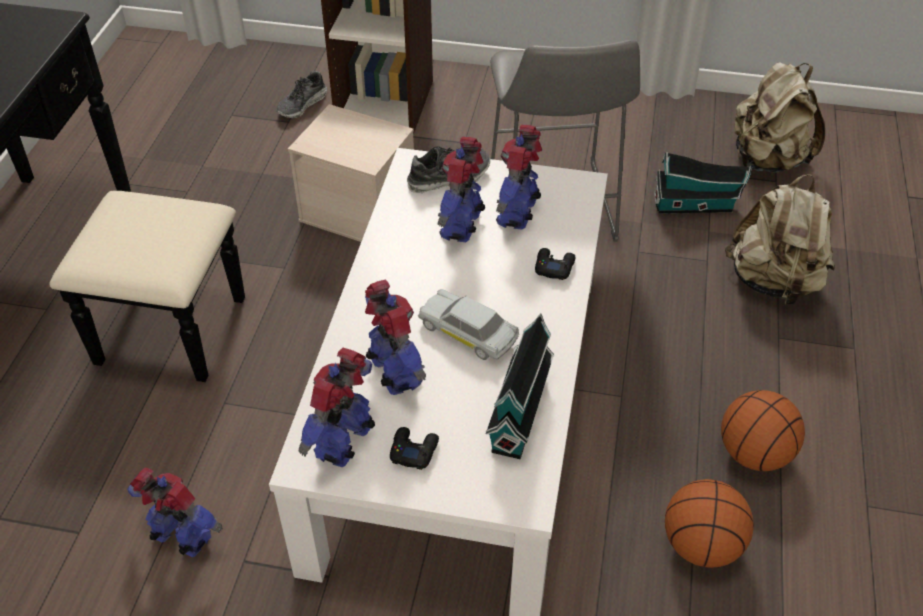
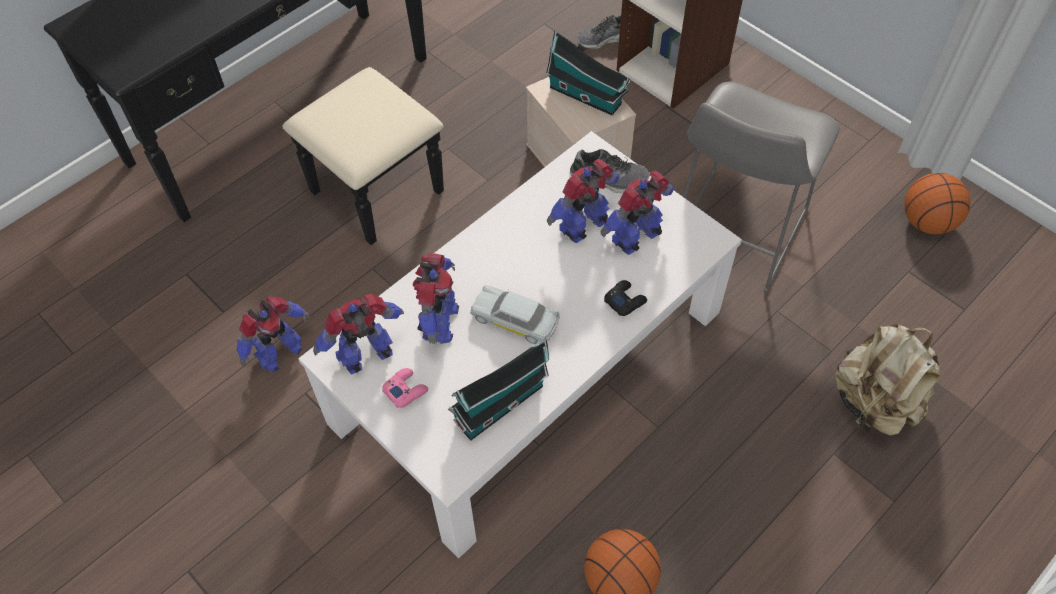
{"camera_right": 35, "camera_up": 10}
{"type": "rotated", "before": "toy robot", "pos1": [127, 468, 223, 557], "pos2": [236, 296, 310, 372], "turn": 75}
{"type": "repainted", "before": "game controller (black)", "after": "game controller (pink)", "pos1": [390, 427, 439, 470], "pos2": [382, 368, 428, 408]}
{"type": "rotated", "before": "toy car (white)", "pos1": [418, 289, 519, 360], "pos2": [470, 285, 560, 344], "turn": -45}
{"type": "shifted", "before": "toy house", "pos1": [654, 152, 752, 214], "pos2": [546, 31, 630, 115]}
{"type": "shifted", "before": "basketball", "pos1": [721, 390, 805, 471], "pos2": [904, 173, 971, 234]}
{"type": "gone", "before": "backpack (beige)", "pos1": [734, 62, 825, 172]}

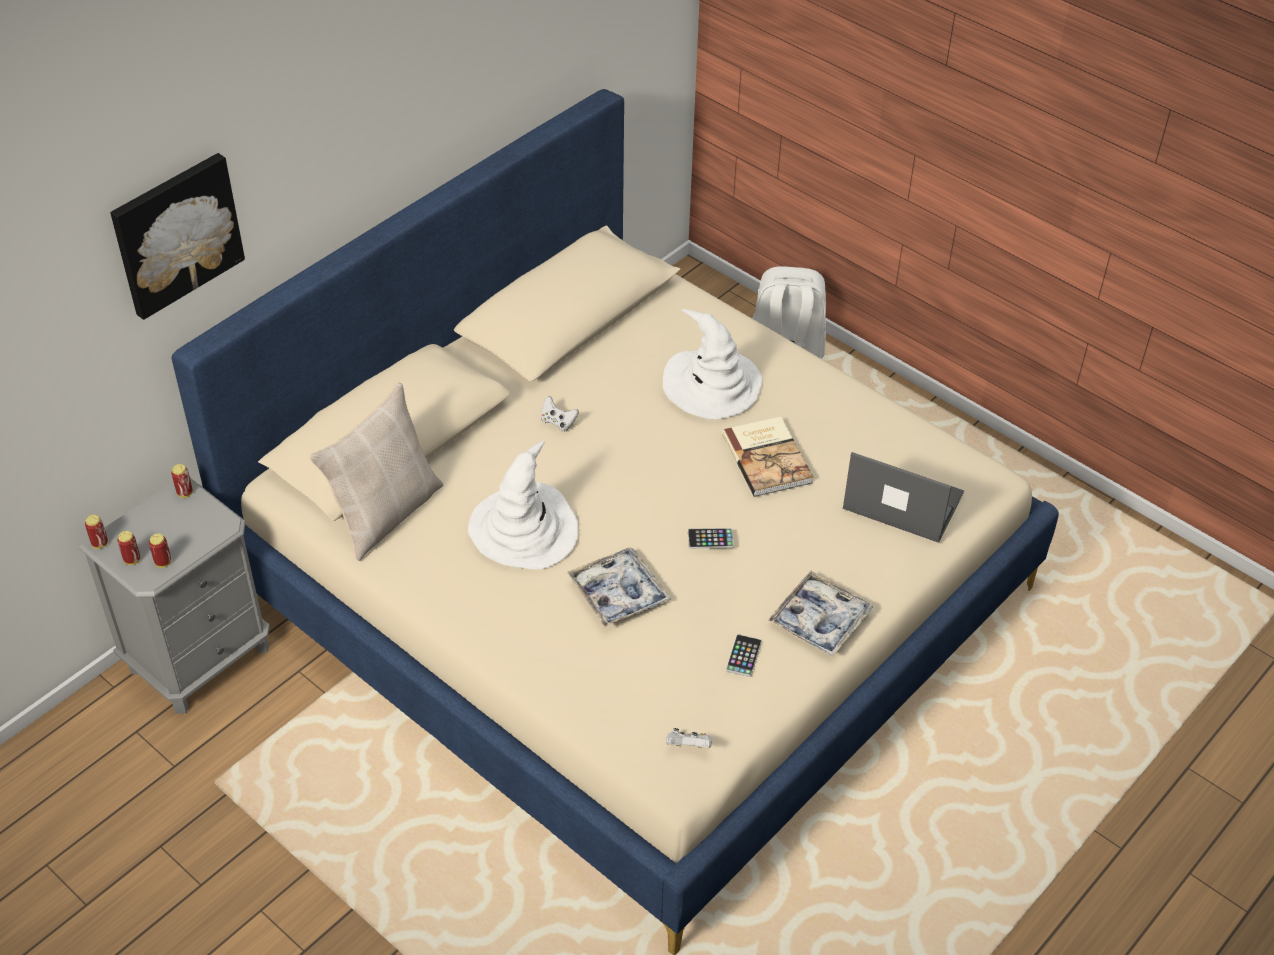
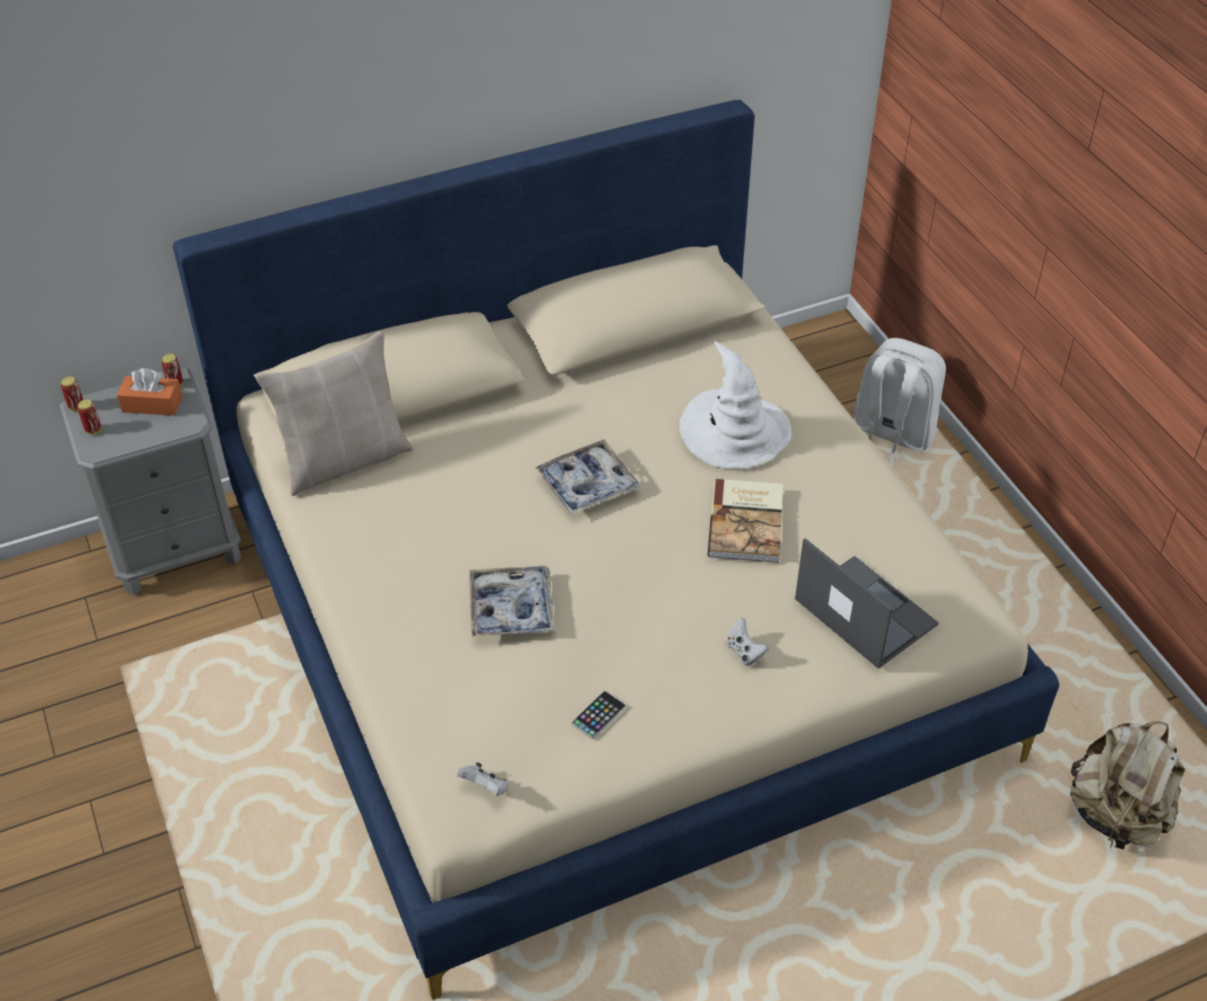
{"camera_right": 25, "camera_up": 0}
{"type": "gone", "before": "picture", "pos1": [110, 153, 245, 320]}
{"type": "gone", "before": "can", "pos1": [149, 534, 172, 567]}
{"type": "gone", "before": "hat (white)", "pos1": [468, 441, 579, 569]}
{"type": "shifted", "before": "game controller (white)", "pos1": [541, 396, 579, 432], "pos2": [726, 618, 769, 666]}
{"type": "gone", "before": "phone", "pos1": [688, 528, 734, 549]}
{"type": "shifted", "before": "tray", "pos1": [768, 571, 873, 656], "pos2": [535, 439, 641, 515]}
{"type": "new", "after": "tissue box (orange)", "pos2": [117, 368, 182, 416]}
{"type": "new", "after": "backpack (beige)", "pos2": [1070, 721, 1185, 849]}

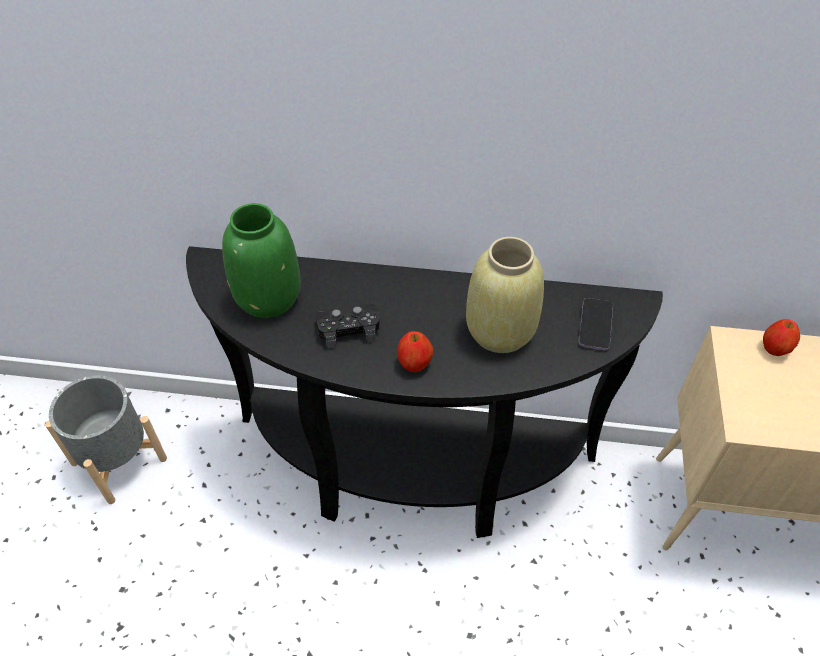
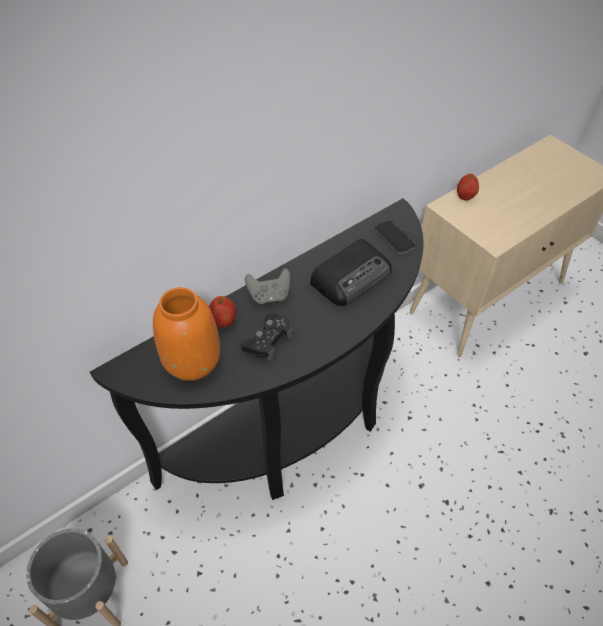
{"camera_right": -45, "camera_up": 0}
{"type": "repainted", "before": "vase (green)", "after": "vase (orange)", "pos1": [222, 203, 301, 318], "pos2": [153, 287, 220, 381]}
{"type": "shifted", "before": "apple", "pos1": [397, 331, 434, 372], "pos2": [209, 296, 236, 328]}
{"type": "swapped", "before": "vase (beige)", "after": "radio", "pos1": [466, 237, 544, 353], "pos2": [310, 239, 392, 306]}
{"type": "new", "after": "game controller (grey)", "pos2": [245, 268, 290, 304]}

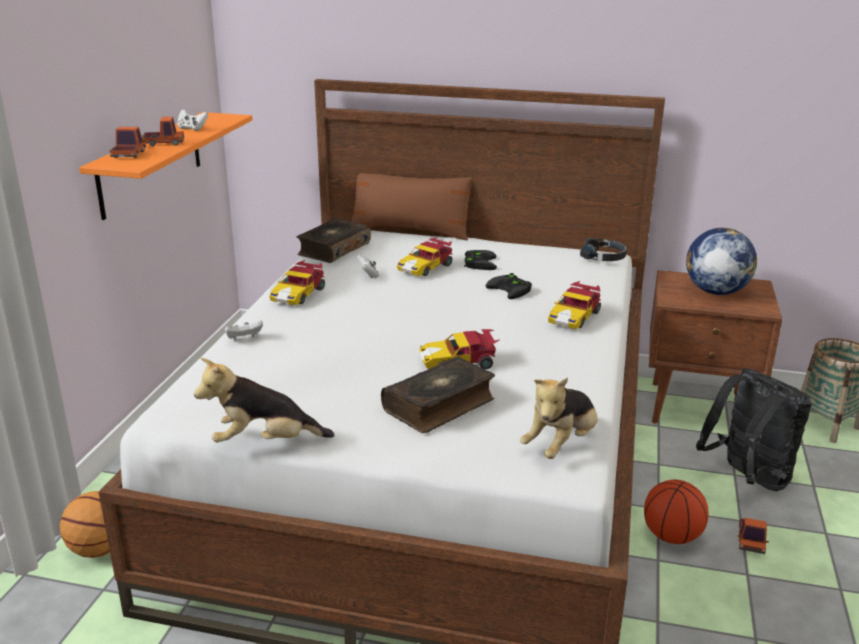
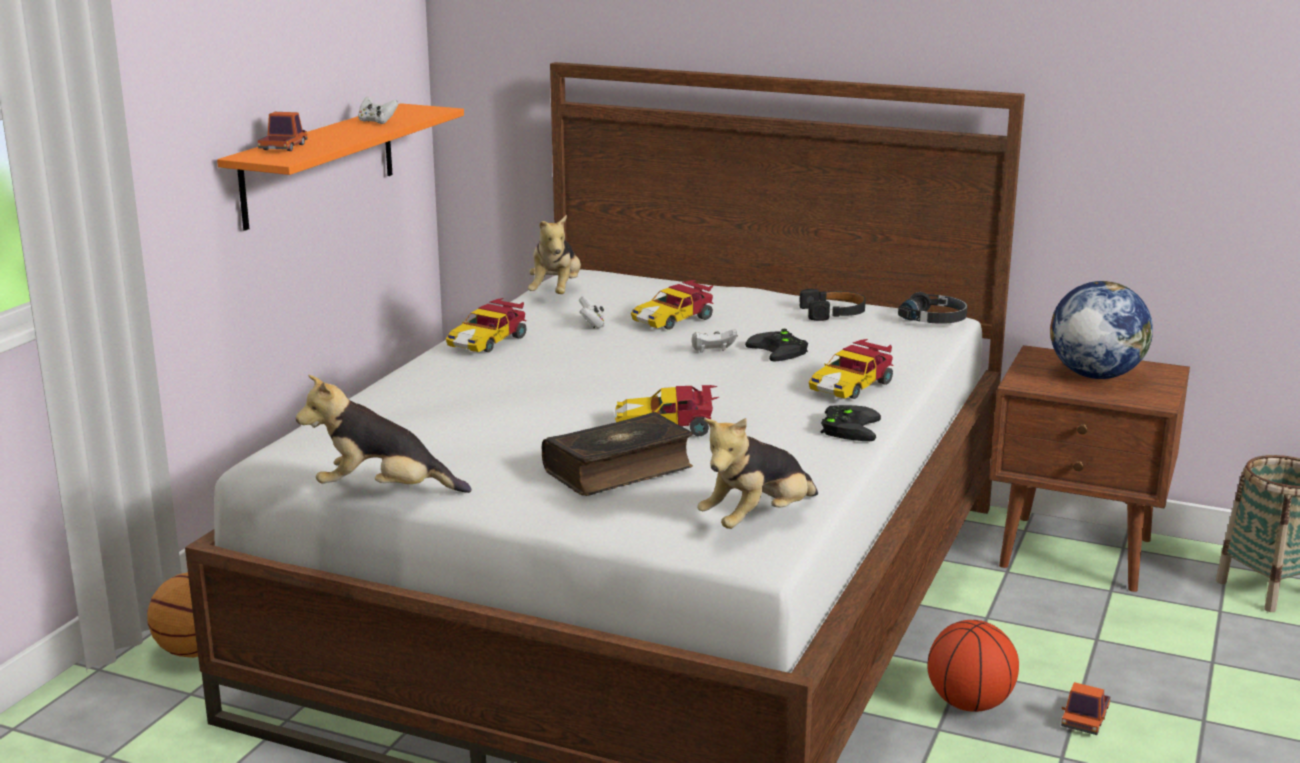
{"camera_right": 10, "camera_up": -5}
{"type": "gone", "before": "toy truck", "pos1": [142, 117, 184, 146]}
{"type": "shifted", "before": "game controller (white)", "pos1": [225, 320, 263, 340], "pos2": [691, 329, 738, 352]}
{"type": "swapped", "before": "book", "after": "plush toy", "pos1": [296, 218, 371, 263], "pos2": [528, 215, 581, 294]}
{"type": "gone", "before": "pillow (brown)", "pos1": [351, 173, 473, 240]}
{"type": "shifted", "before": "game controller (black)", "pos1": [464, 250, 497, 270], "pos2": [821, 405, 881, 441]}
{"type": "gone", "before": "backpack (black)", "pos1": [696, 368, 812, 491]}
{"type": "new", "after": "headphones (black)", "pos2": [800, 289, 866, 321]}

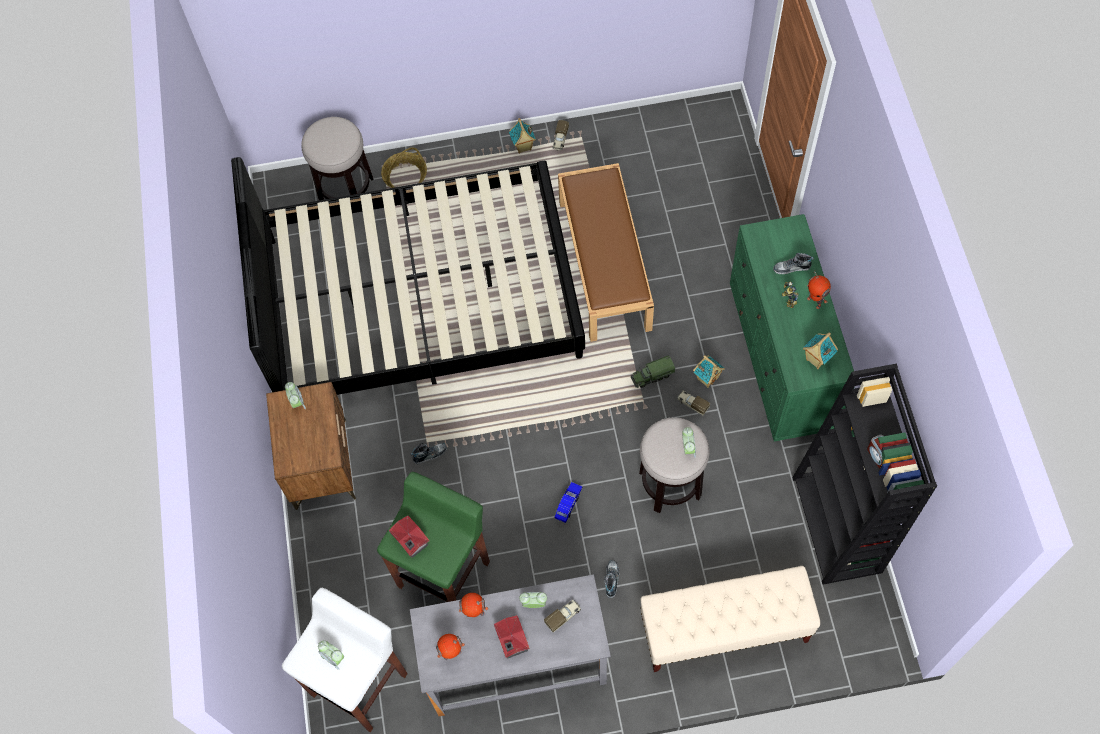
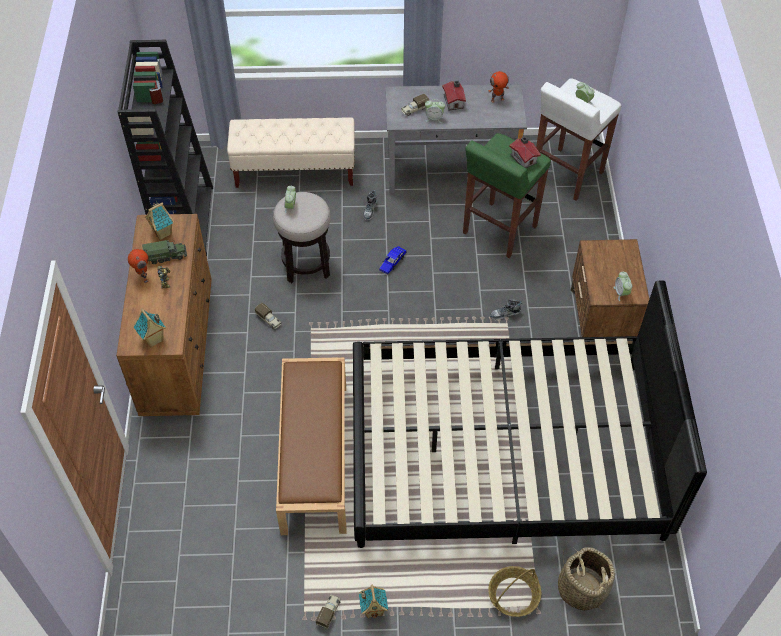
{"camera_right": -175, "camera_up": -10}
{"type": "swapped", "before": "stool", "after": "basket", "pos1": [301, 117, 374, 200], "pos2": [558, 546, 615, 611]}
{"type": "gone", "before": "toy robot", "pos1": [459, 593, 489, 617]}
{"type": "shifted", "before": "toy truck", "pos1": [631, 355, 675, 388], "pos2": [142, 240, 187, 264]}
{"type": "shifted", "before": "toy house", "pos1": [693, 355, 725, 388], "pos2": [134, 308, 166, 348]}
{"type": "repainted", "before": "dresser (green)", "after": "dresser (brown)", "pos1": [730, 214, 855, 441], "pos2": [116, 214, 212, 416]}
{"type": "gone", "before": "shoe", "pos1": [773, 253, 814, 274]}

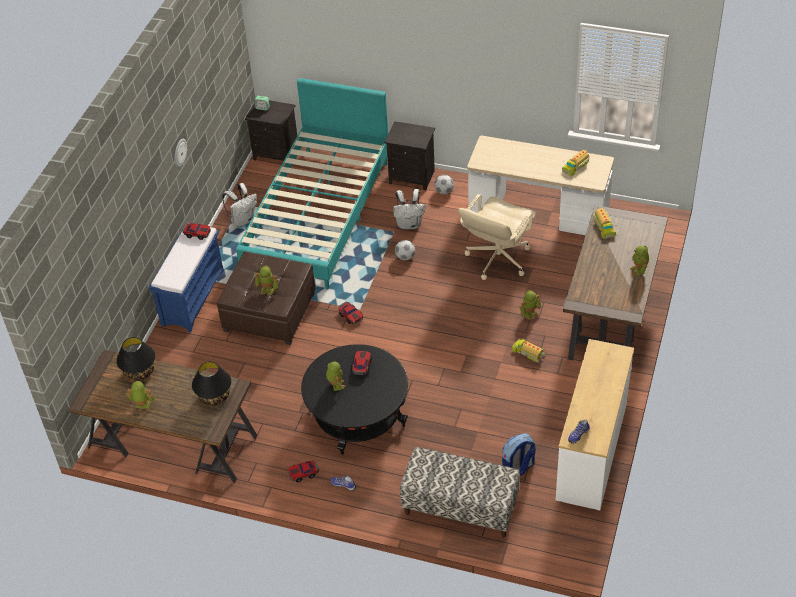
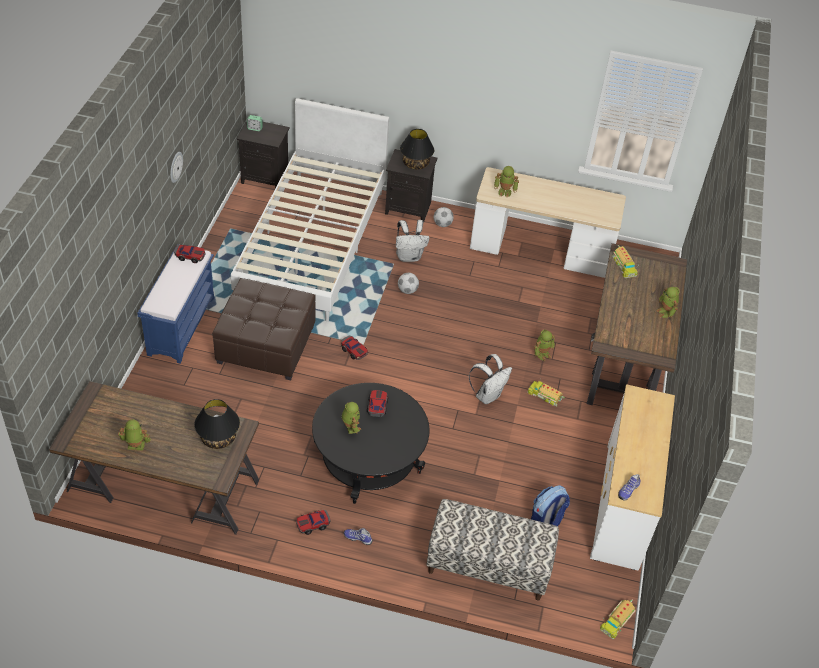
{"camera_right": -10, "camera_up": 0}
{"type": "shifted", "before": "table lamp (black)", "pos1": [116, 337, 155, 381], "pos2": [400, 129, 434, 170]}
{"type": "shifted", "before": "backpack (white)", "pos1": [222, 183, 257, 227], "pos2": [469, 354, 512, 404]}
{"type": "repainted", "before": "bed (turquoise)", "after": "bed (white)", "pos1": [236, 78, 388, 289], "pos2": [231, 98, 389, 322]}
{"type": "shifted", "before": "toy robot", "pos1": [255, 265, 278, 296], "pos2": [494, 166, 519, 198]}
{"type": "gone", "before": "office chair (beige)", "pos1": [458, 194, 537, 280]}
{"type": "shifted", "before": "toy truck", "pos1": [562, 150, 590, 177], "pos2": [600, 599, 636, 639]}

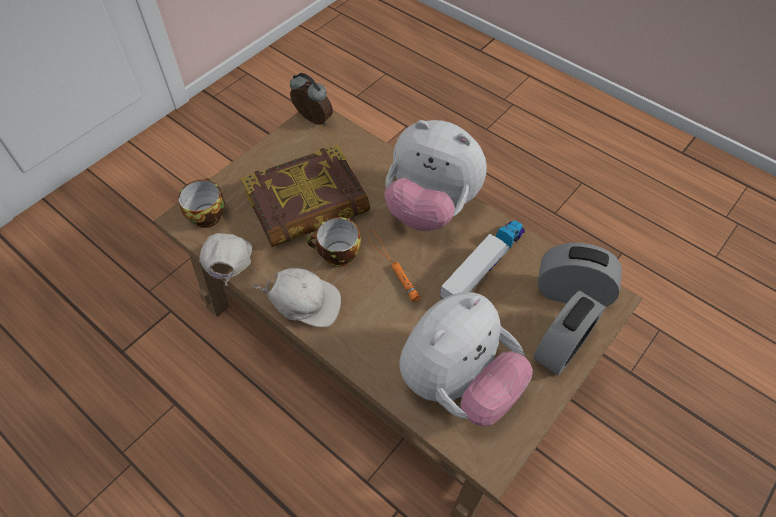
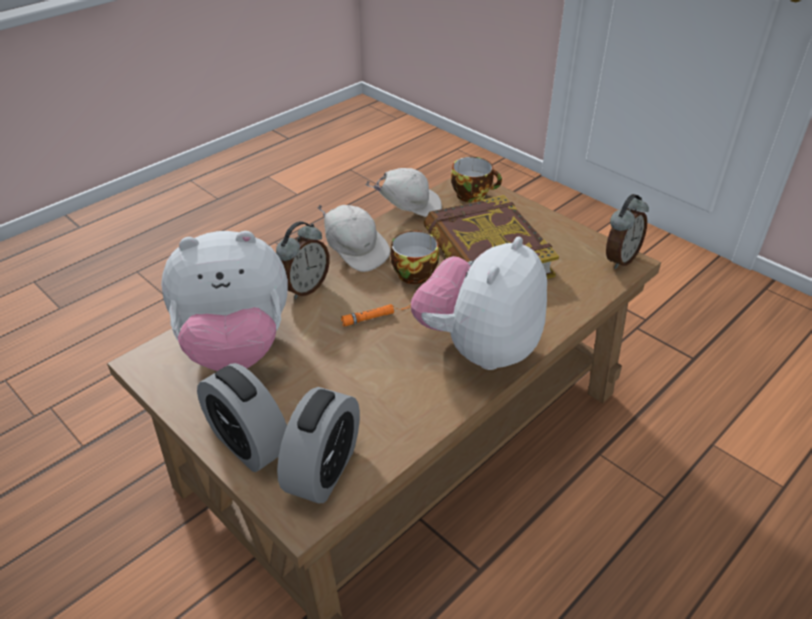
{"camera_right": 95, "camera_up": -15}
{"type": "rotated", "before": "cap (white)", "pos1": [252, 268, 341, 328], "pos2": [317, 205, 390, 272], "turn": -60}
{"type": "rotated", "before": "plush toy", "pos1": [399, 292, 533, 427], "pos2": [161, 231, 288, 371], "turn": -60}
{"type": "gone", "before": "toy truck", "pos1": [440, 220, 525, 299]}
{"type": "new", "after": "alarm clock", "pos2": [276, 221, 330, 300]}

